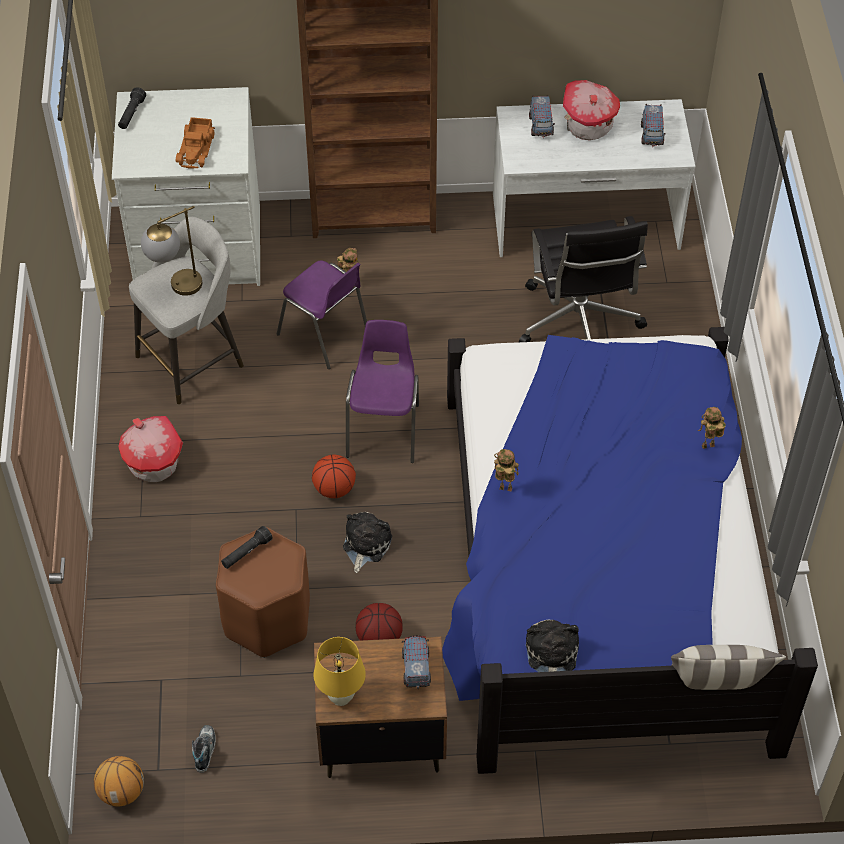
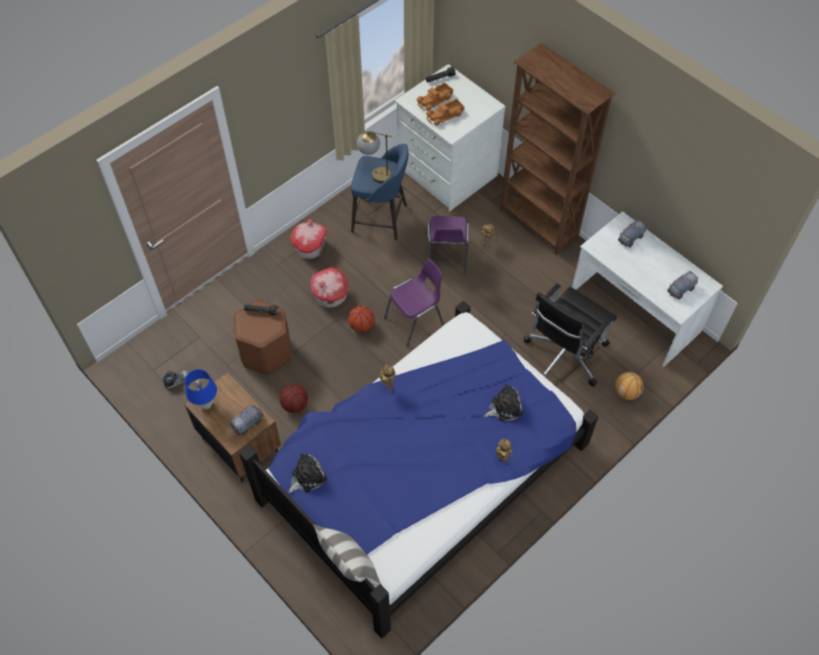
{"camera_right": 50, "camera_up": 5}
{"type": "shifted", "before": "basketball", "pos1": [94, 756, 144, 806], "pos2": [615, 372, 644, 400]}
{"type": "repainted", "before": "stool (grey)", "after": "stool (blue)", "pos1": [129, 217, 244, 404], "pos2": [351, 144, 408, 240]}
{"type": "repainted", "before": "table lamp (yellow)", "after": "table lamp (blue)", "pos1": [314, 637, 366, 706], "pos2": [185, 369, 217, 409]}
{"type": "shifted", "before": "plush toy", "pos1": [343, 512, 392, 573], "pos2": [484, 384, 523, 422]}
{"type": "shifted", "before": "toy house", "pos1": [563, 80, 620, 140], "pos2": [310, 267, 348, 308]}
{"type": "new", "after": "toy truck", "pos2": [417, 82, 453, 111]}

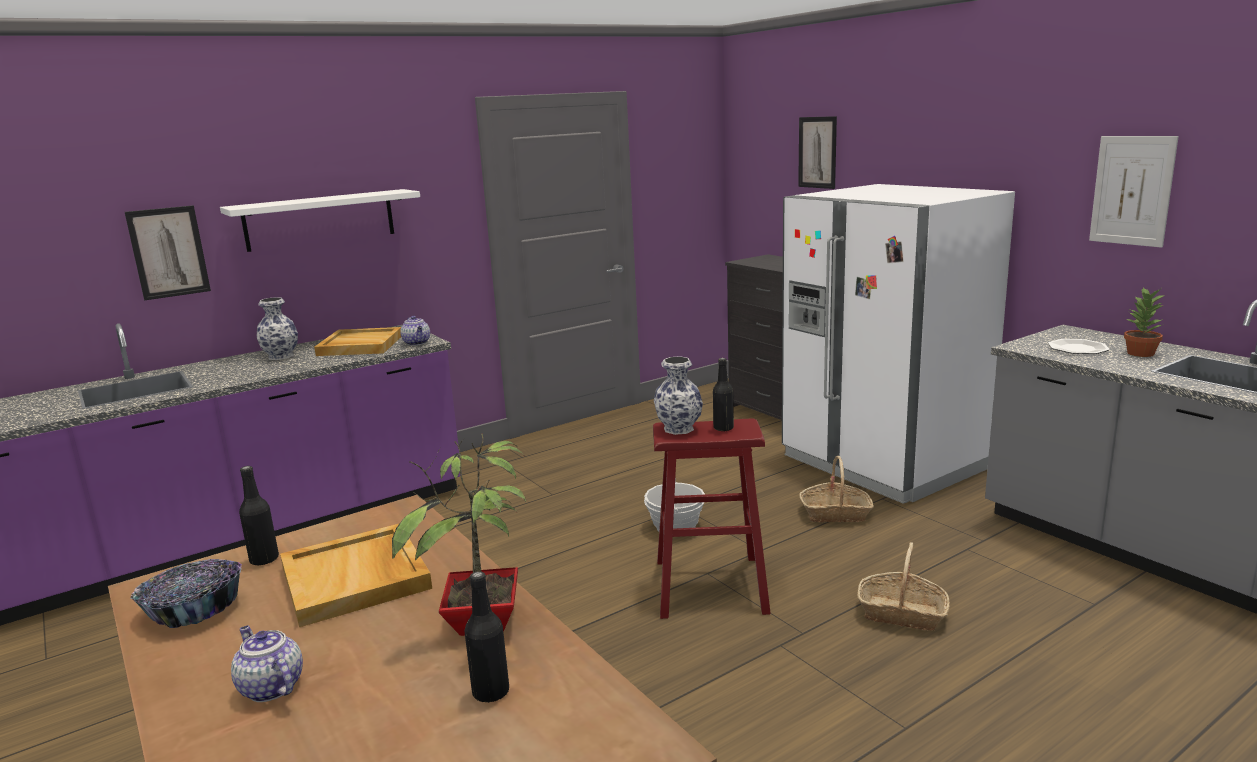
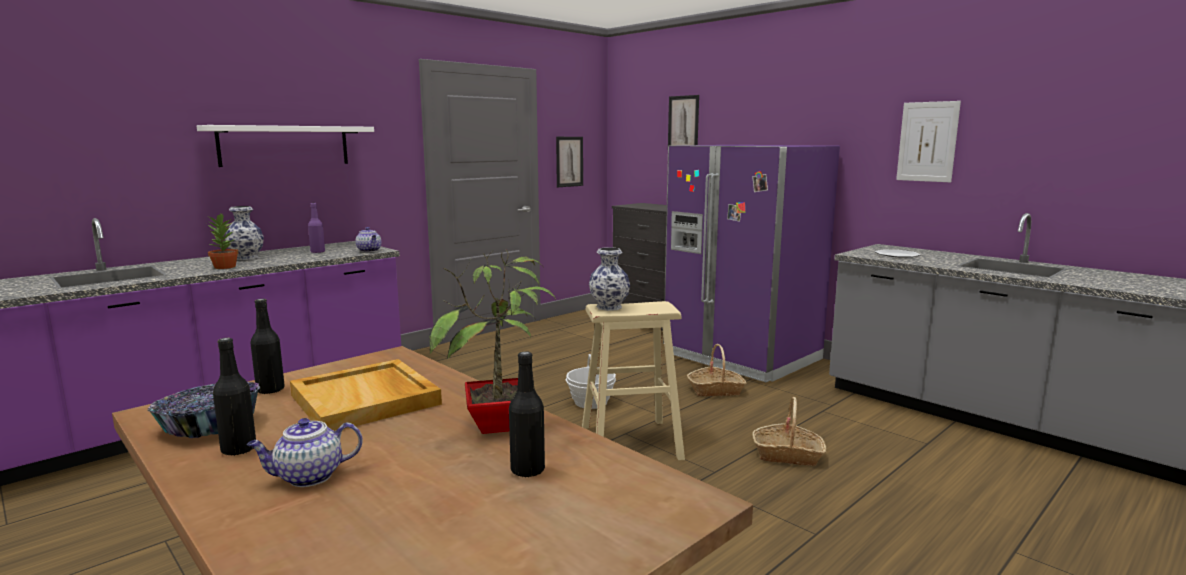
{"camera_right": -10, "camera_up": -5}
{"type": "shifted", "before": "picture", "pos1": [125, 205, 211, 300], "pos2": [556, 137, 583, 187]}
{"type": "rotated", "before": "teapot", "pos1": [231, 626, 303, 702], "pos2": [247, 418, 363, 487], "turn": -60}
{"type": "swapped", "before": "tray (beige)", "after": "bottle (purple)", "pos1": [314, 327, 401, 356], "pos2": [308, 203, 325, 253]}
{"type": "repainted", "before": "stool (red)", "after": "stool (beige)", "pos1": [653, 418, 771, 619], "pos2": [582, 301, 685, 461]}
{"type": "shifted", "before": "bottle (black)", "pos1": [713, 358, 734, 431], "pos2": [213, 338, 256, 456]}
{"type": "repainted", "before": "fridge (white)", "after": "fridge (purple)", "pos1": [782, 184, 1015, 504], "pos2": [663, 145, 840, 382]}
{"type": "shifted", "before": "potted plant", "pos1": [1124, 287, 1164, 357], "pos2": [207, 214, 239, 269]}

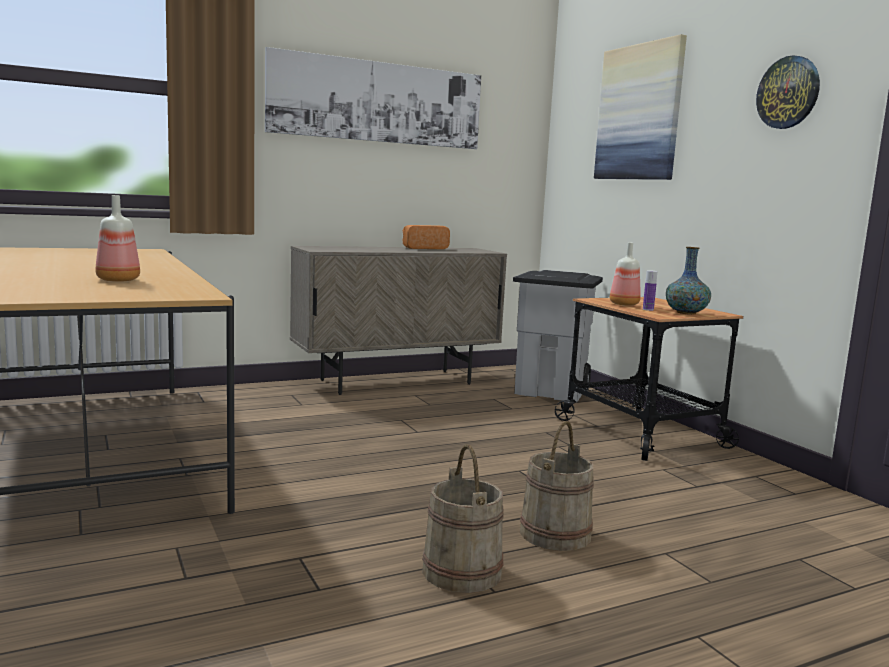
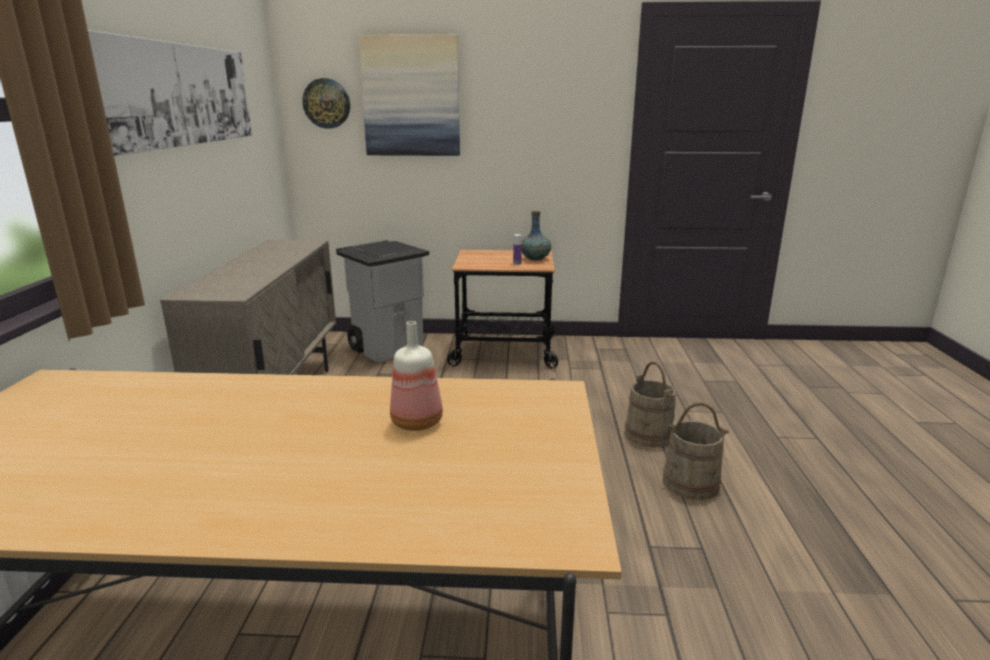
{"camera_right": -60, "camera_up": 10}
{"type": "gone", "before": "bread", "pos1": [403, 225, 450, 249]}
{"type": "gone", "before": "bottle", "pos1": [610, 242, 641, 306]}
{"type": "shifted", "before": "wall clock", "pos1": [756, 55, 820, 129], "pos2": [302, 78, 350, 129]}

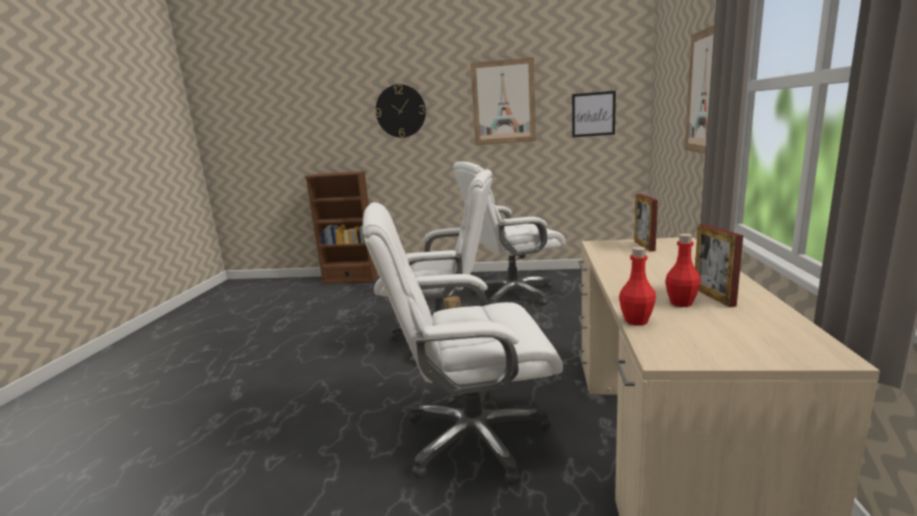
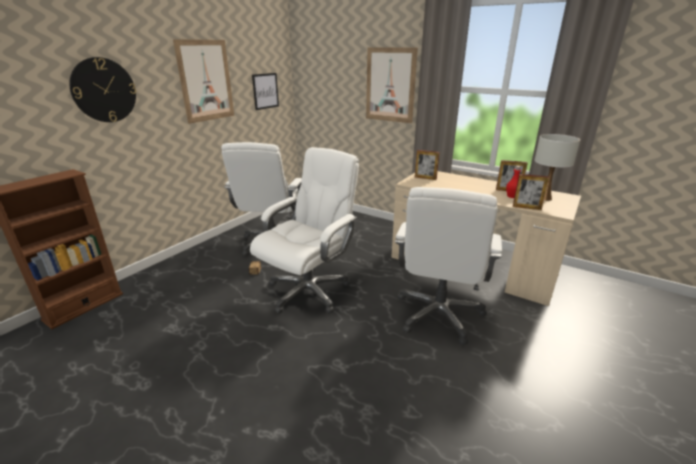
{"camera_right": -65, "camera_up": 10}
{"type": "swapped", "before": "bottle (red)", "after": "picture frame", "pos1": [619, 247, 656, 326], "pos2": [513, 174, 549, 210]}
{"type": "new", "after": "table lamp (white)", "pos2": [534, 134, 580, 201]}

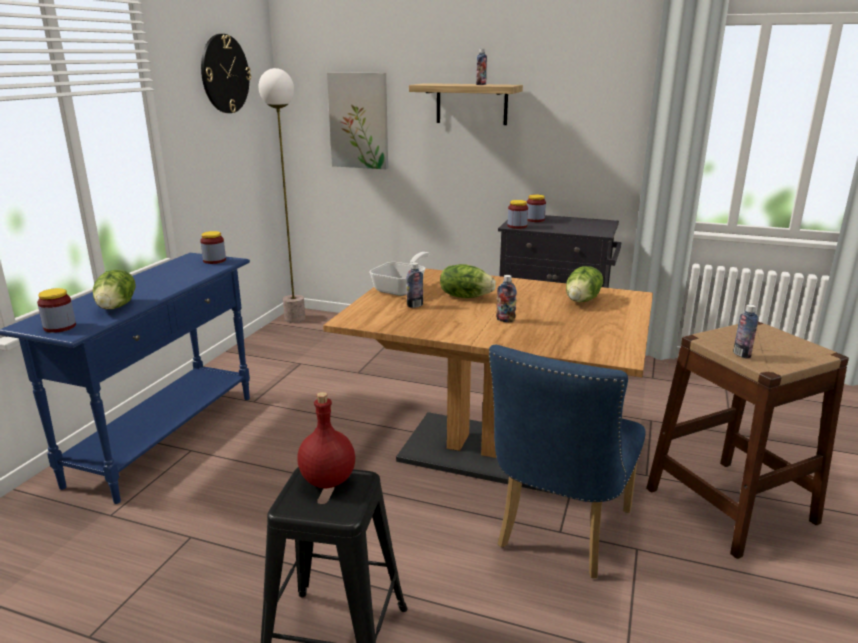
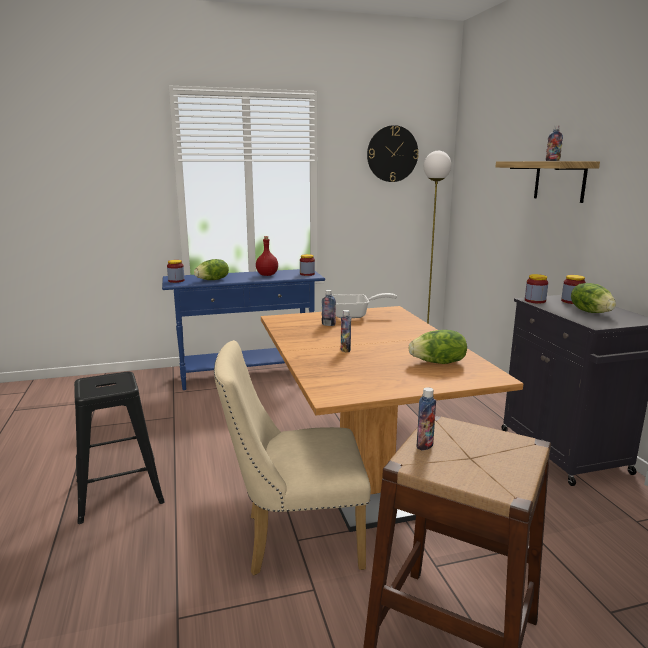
{"camera_right": 55, "camera_up": -5}
{"type": "shifted", "before": "bottle (red)", "pos1": [297, 392, 355, 488], "pos2": [256, 236, 278, 276]}
{"type": "gone", "before": "picture", "pos1": [327, 72, 388, 169]}
{"type": "shifted", "before": "lettuce", "pos1": [440, 264, 496, 298], "pos2": [571, 283, 616, 313]}
{"type": "repainted", "before": "chair (blue)", "after": "chair (beige)", "pos1": [489, 345, 645, 578], "pos2": [214, 340, 371, 575]}

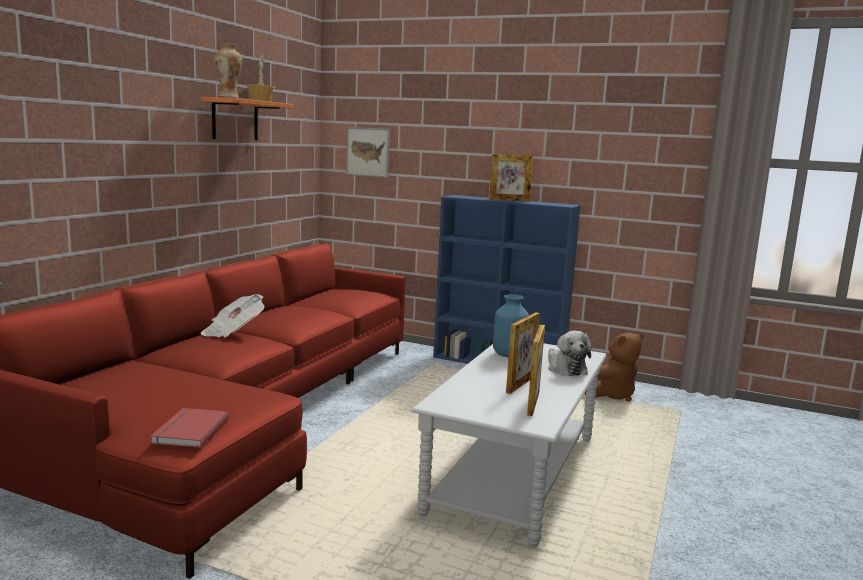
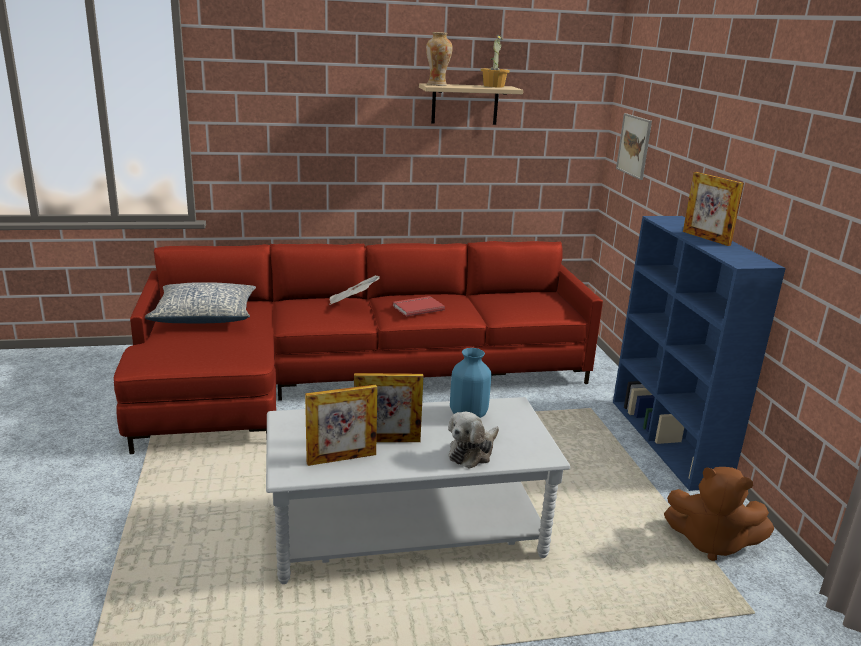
{"camera_right": 55, "camera_up": 10}
{"type": "shifted", "before": "book (red)", "pos1": [150, 408, 229, 448], "pos2": [393, 296, 445, 316]}
{"type": "repainted", "before": "shelf (orange)", "after": "shelf (beige)", "pos1": [201, 97, 294, 140], "pos2": [419, 83, 523, 125]}
{"type": "new", "after": "pillow", "pos2": [145, 282, 256, 323]}

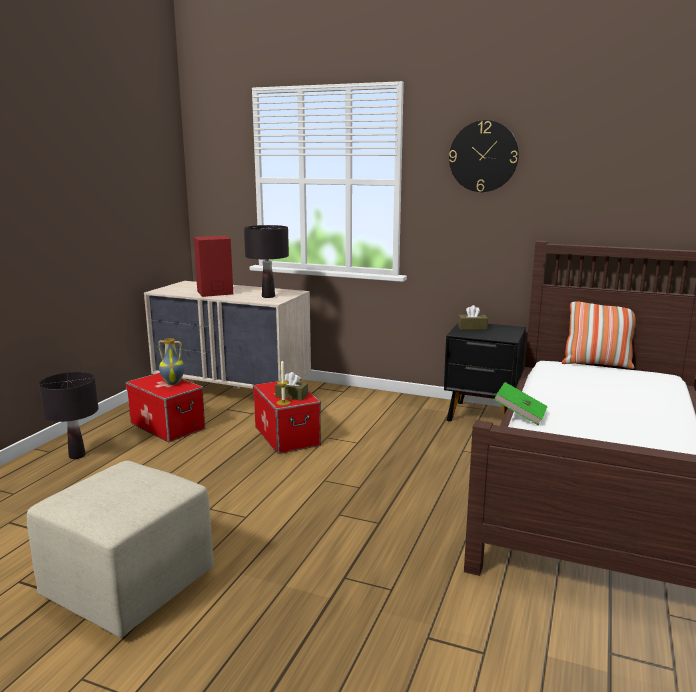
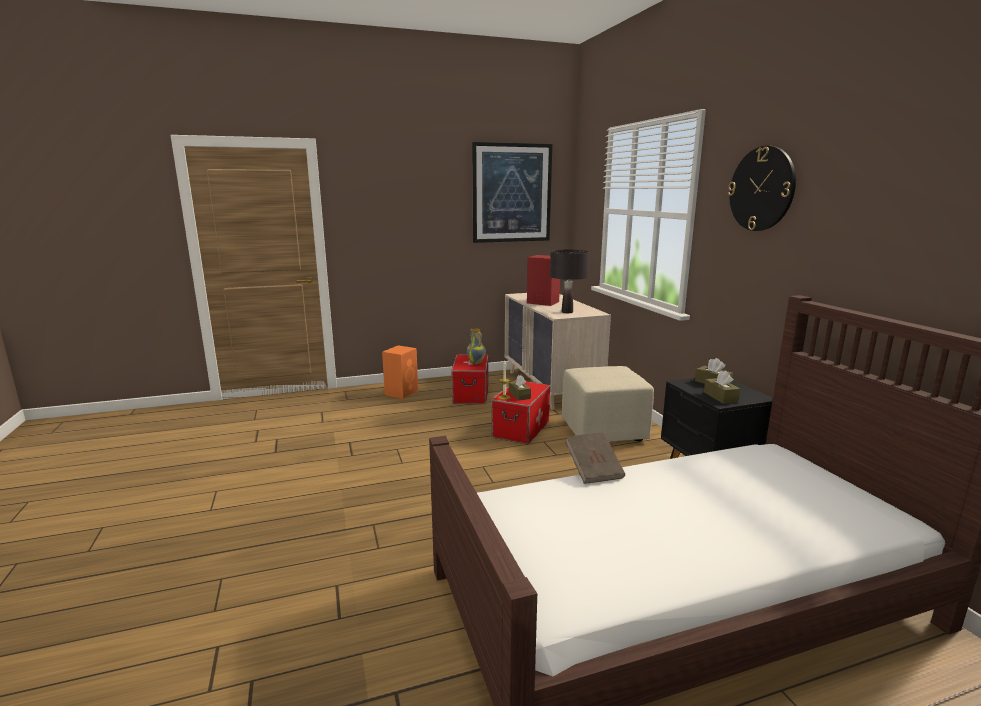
{"camera_right": 50, "camera_up": 0}
{"type": "shifted", "before": "ottoman (beige)", "pos1": [27, 461, 214, 638], "pos2": [562, 366, 654, 442]}
{"type": "swapped", "before": "table lamp (black)", "after": "speaker (orange)", "pos1": [39, 372, 98, 459], "pos2": [382, 345, 418, 399]}
{"type": "repainted", "before": "book (green)", "after": "book (brown)", "pos1": [494, 382, 548, 425], "pos2": [565, 432, 625, 484]}
{"type": "gone", "before": "pillow", "pos1": [562, 301, 636, 369]}
{"type": "new", "after": "picture", "pos2": [472, 142, 552, 243]}
{"type": "new", "after": "tissue box (brown)", "pos2": [704, 371, 740, 404]}

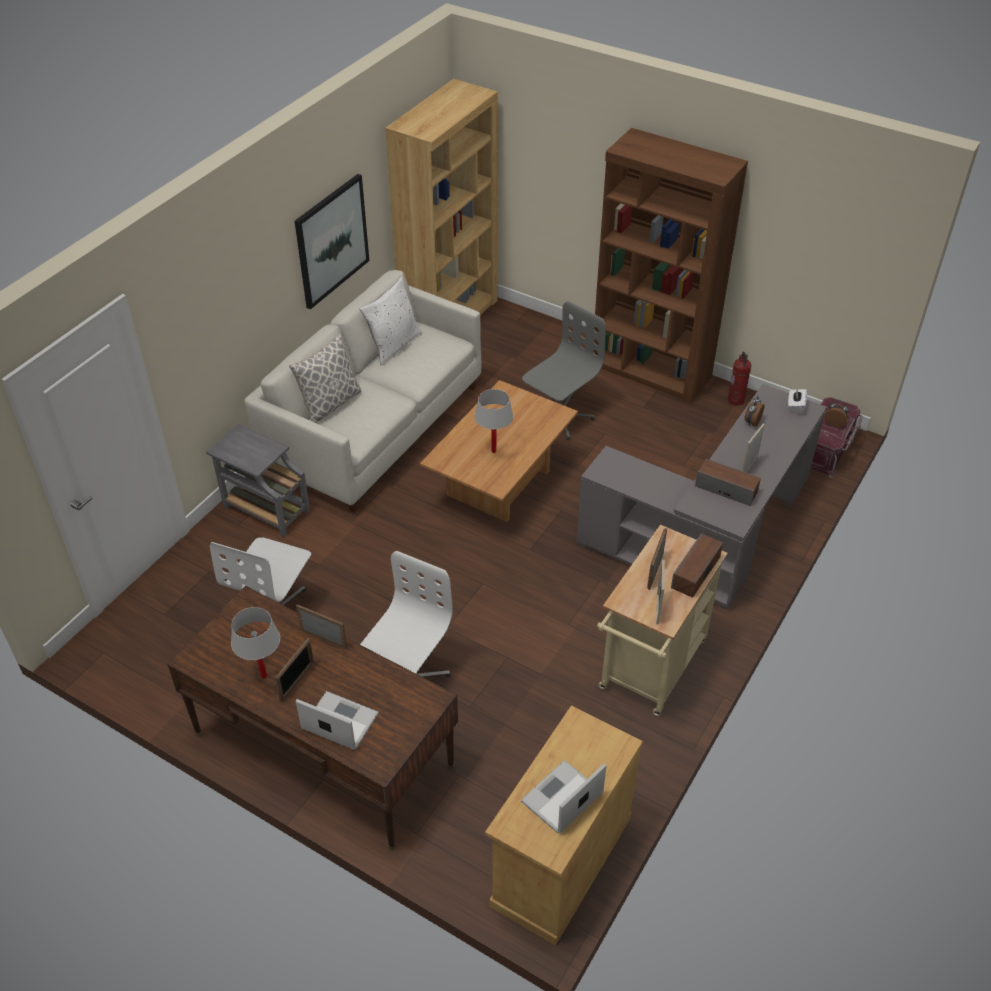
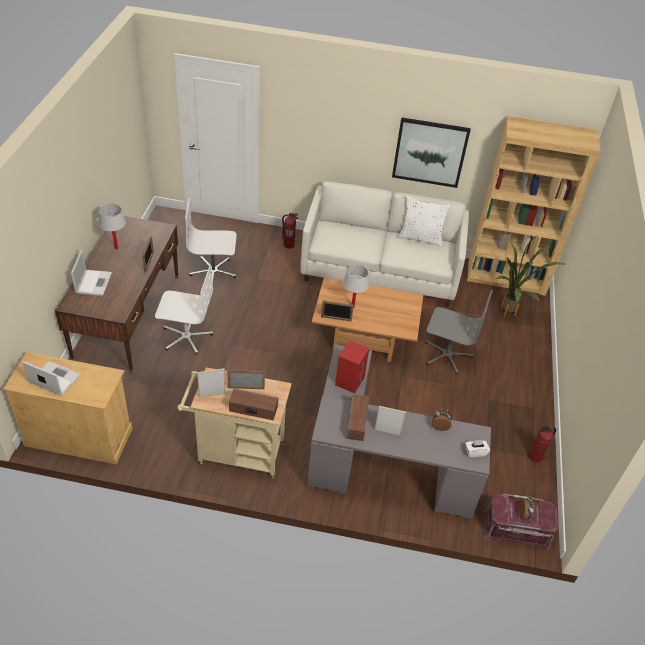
{"camera_right": 65, "camera_up": 0}
{"type": "swapped", "before": "side table (grey)", "after": "fire extinguisher", "pos1": [206, 424, 310, 537], "pos2": [282, 213, 298, 249]}
{"type": "shifted", "before": "picture frame", "pos1": [275, 638, 314, 702], "pos2": [321, 301, 354, 321]}
{"type": "gone", "before": "pillow", "pos1": [289, 334, 362, 423]}
{"type": "gone", "before": "bookcase (brown)", "pos1": [594, 128, 748, 404]}
{"type": "new", "after": "speaker (red)", "pos2": [335, 340, 369, 393]}
{"type": "new", "after": "potted plant", "pos2": [496, 235, 567, 317]}

